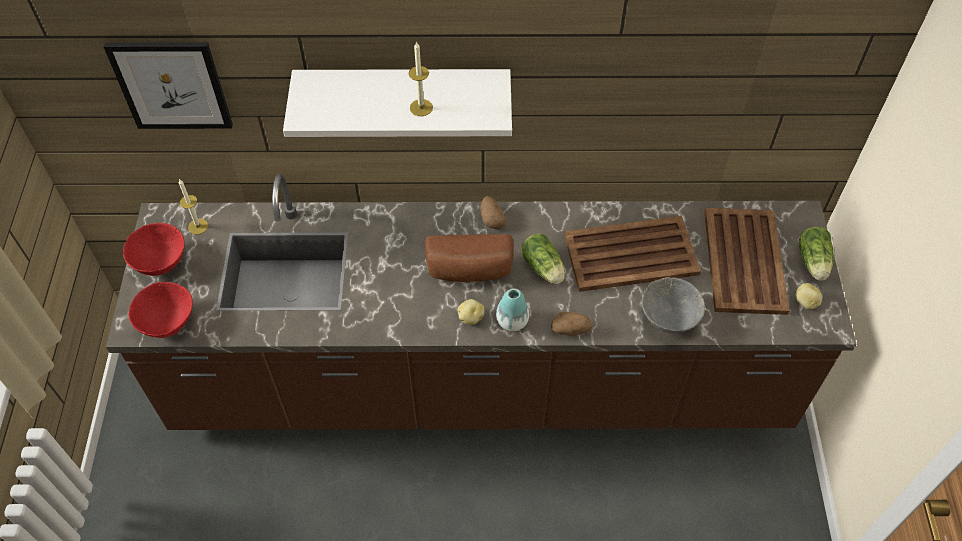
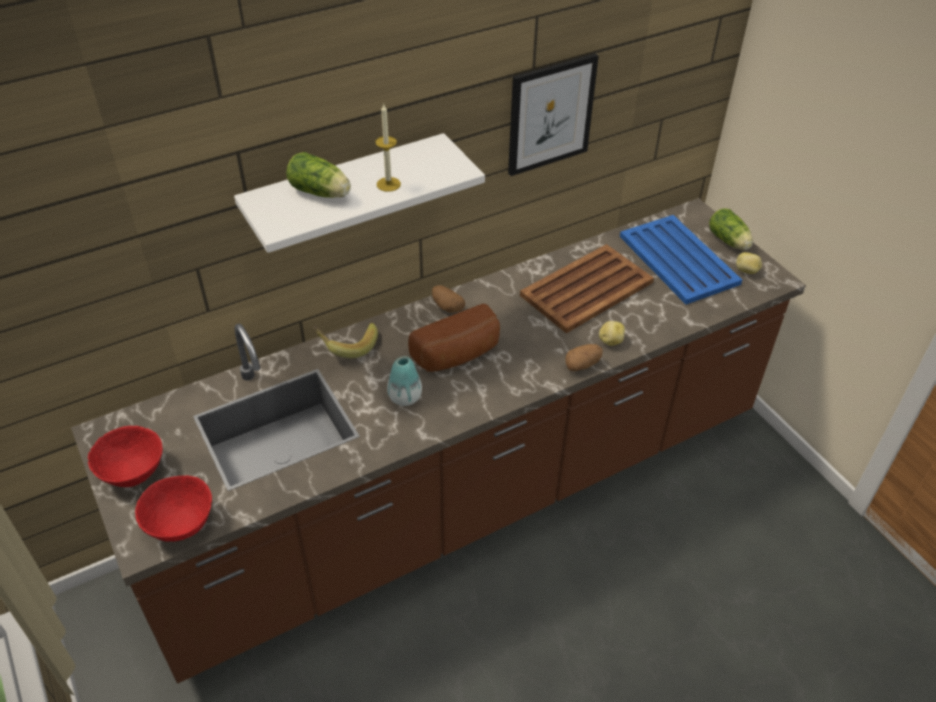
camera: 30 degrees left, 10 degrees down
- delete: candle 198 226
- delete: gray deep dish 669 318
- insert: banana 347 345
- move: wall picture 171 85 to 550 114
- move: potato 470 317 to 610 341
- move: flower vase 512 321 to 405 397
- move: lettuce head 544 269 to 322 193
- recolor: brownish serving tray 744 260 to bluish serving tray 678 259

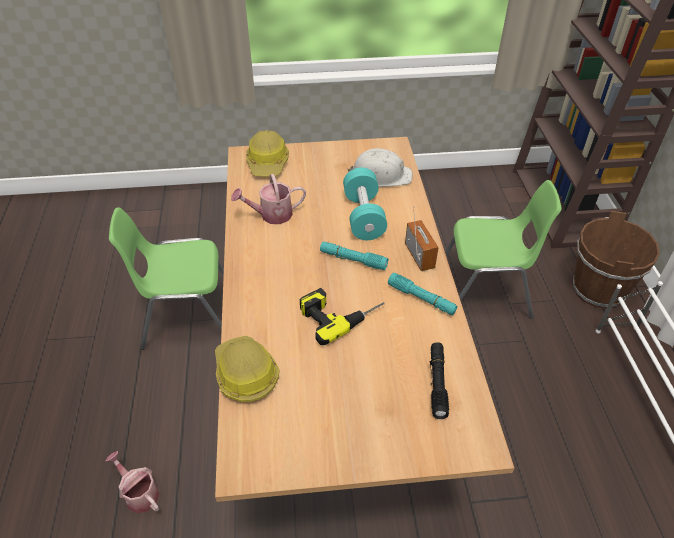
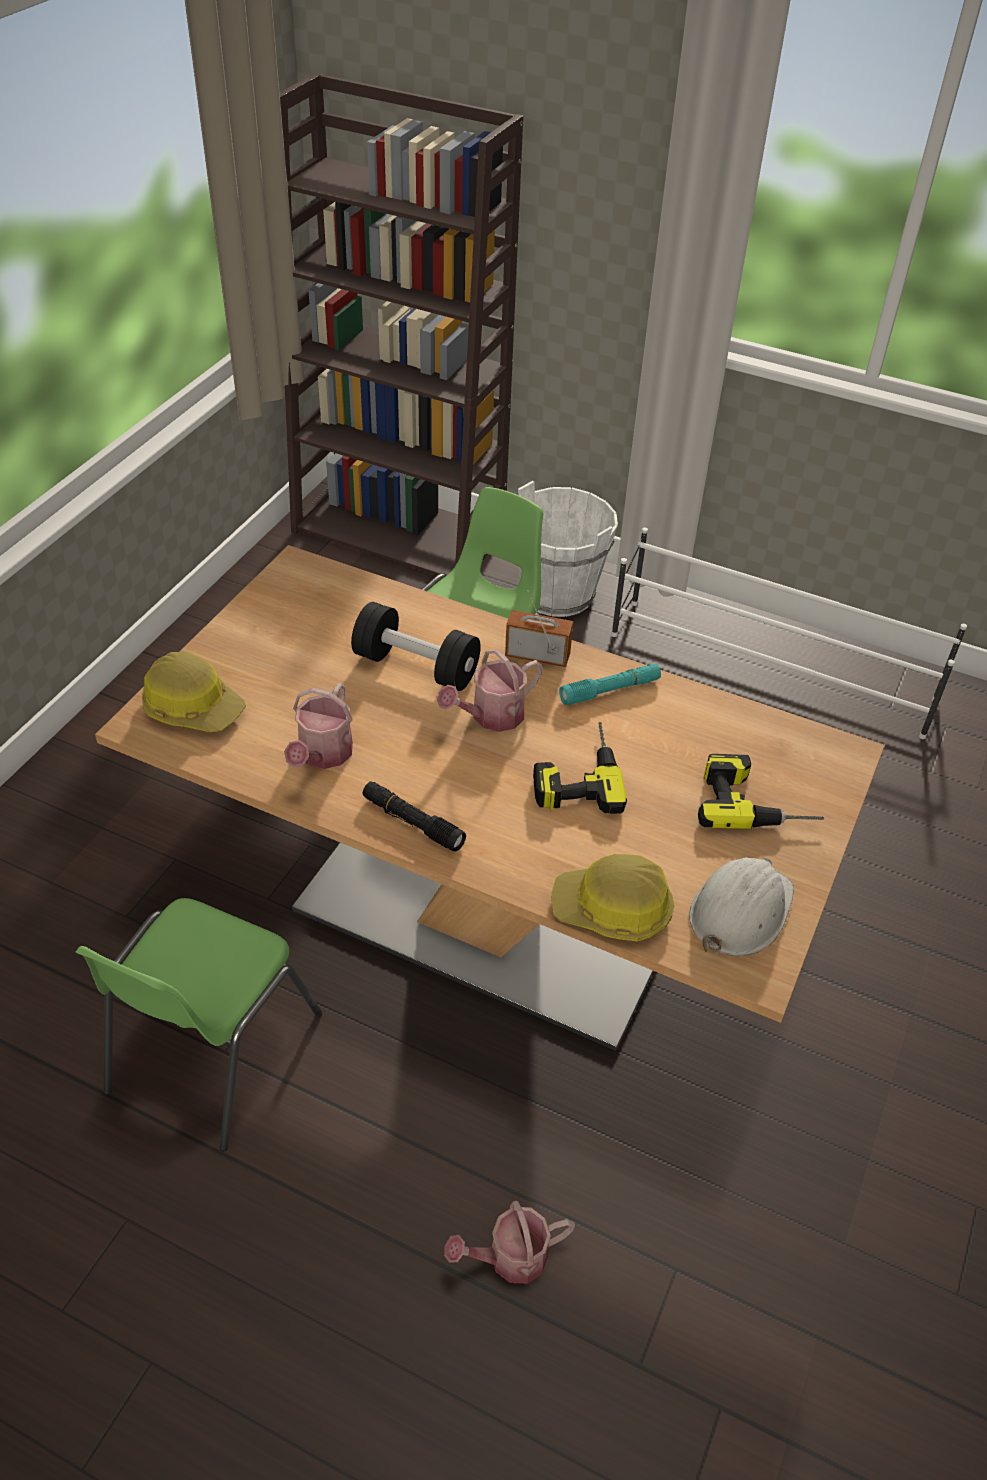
camera: 60 degrees left, 0 degrees up
- insert: power drill 755 801
- move: white-coloured safety helmet 380 175 to 740 910
- move: black torch 437 383 to 412 822
- replace: turquoise torch 353 260 to sprinkling can 491 716
- recolor: turquoise free weight 363 216 to black free weight 416 666
- recolor: brownish bucket 598 290 to white-coloured bucket 558 594

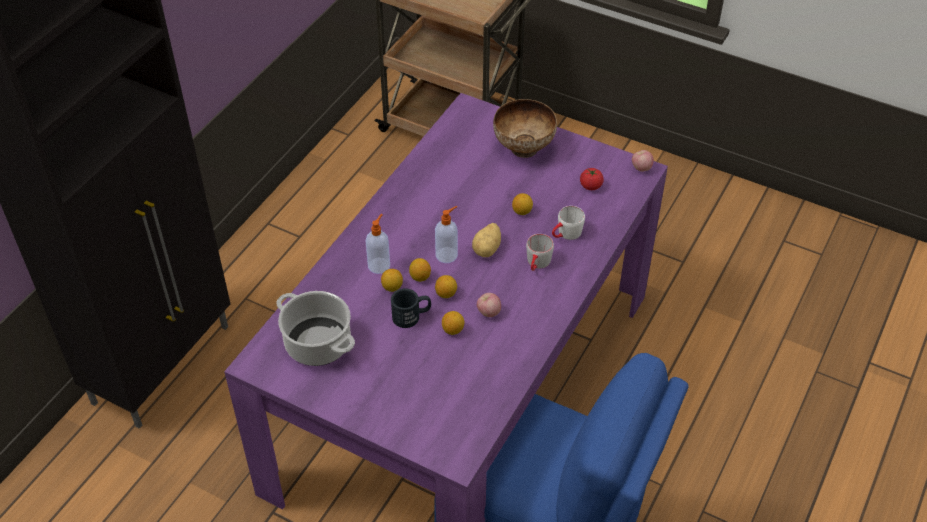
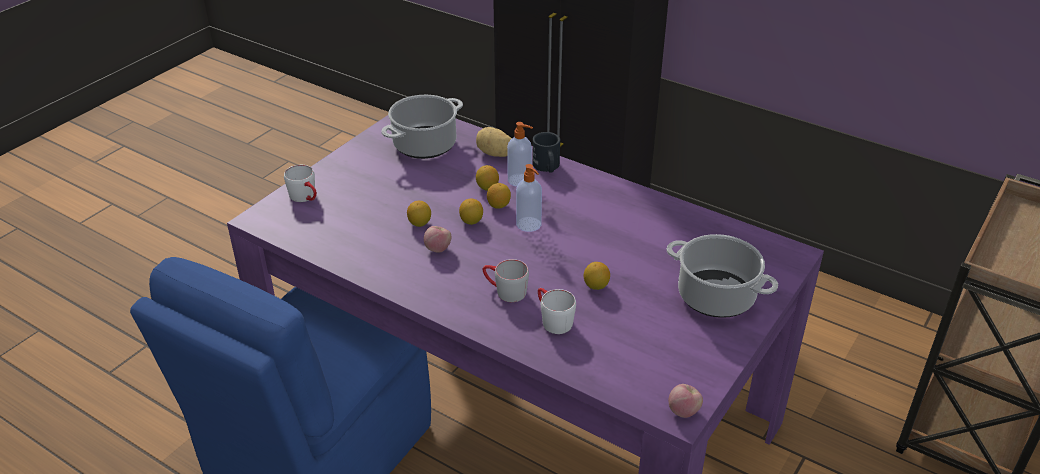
camera: 95 degrees right, 10 degrees down
- delete: whole tomato 590 186
- insert: white-coloured tea mug 306 197
- move: black tea mug 412 316 to 547 167
- move: potato 487 249 to 495 154
- replace: deep dish 523 148 to stockpot 717 296

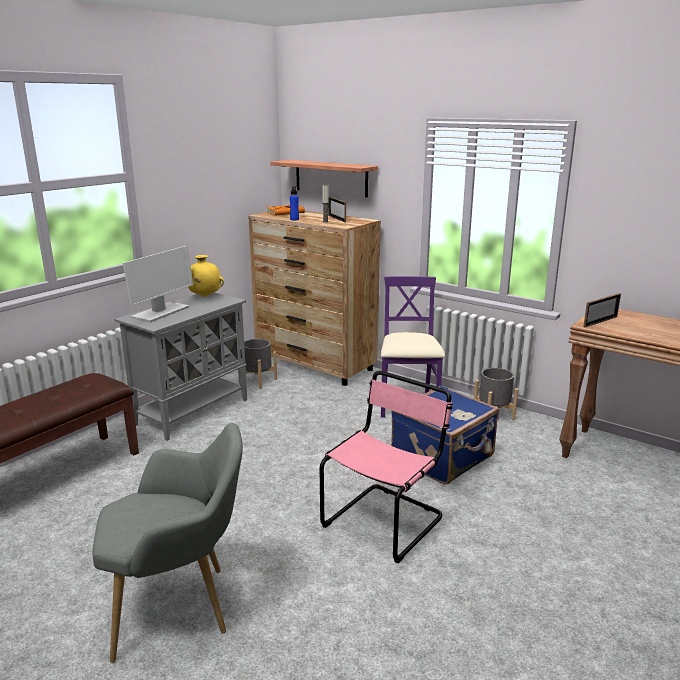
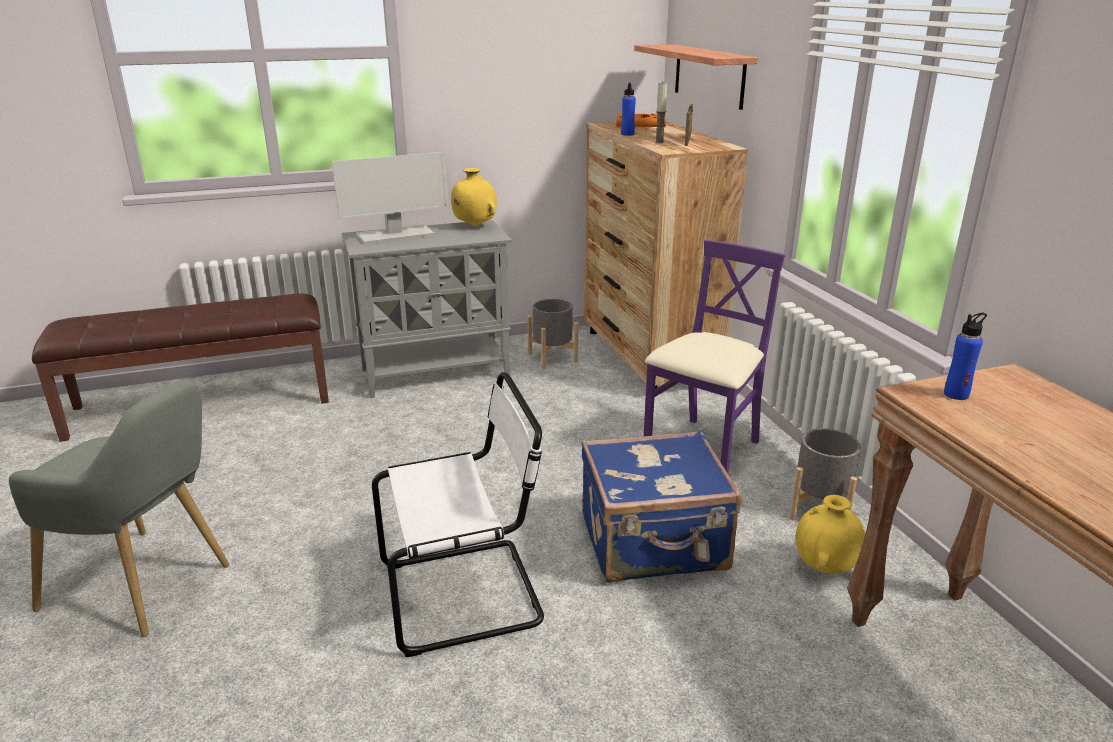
camera: 35 degrees right, 5 degrees up
- insert: yellow flower vase 824 568
- replace: standing frame 600 321 to bluish beverage bottle 956 394
- recolor: pinkish chair 386 520 to white-coloured chair 467 594

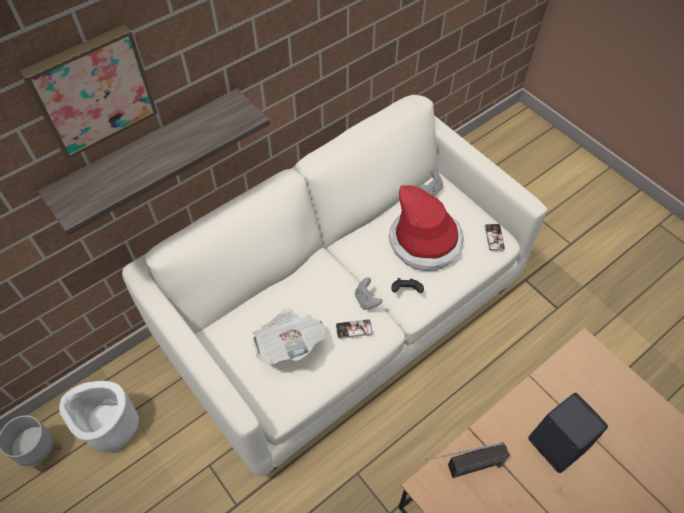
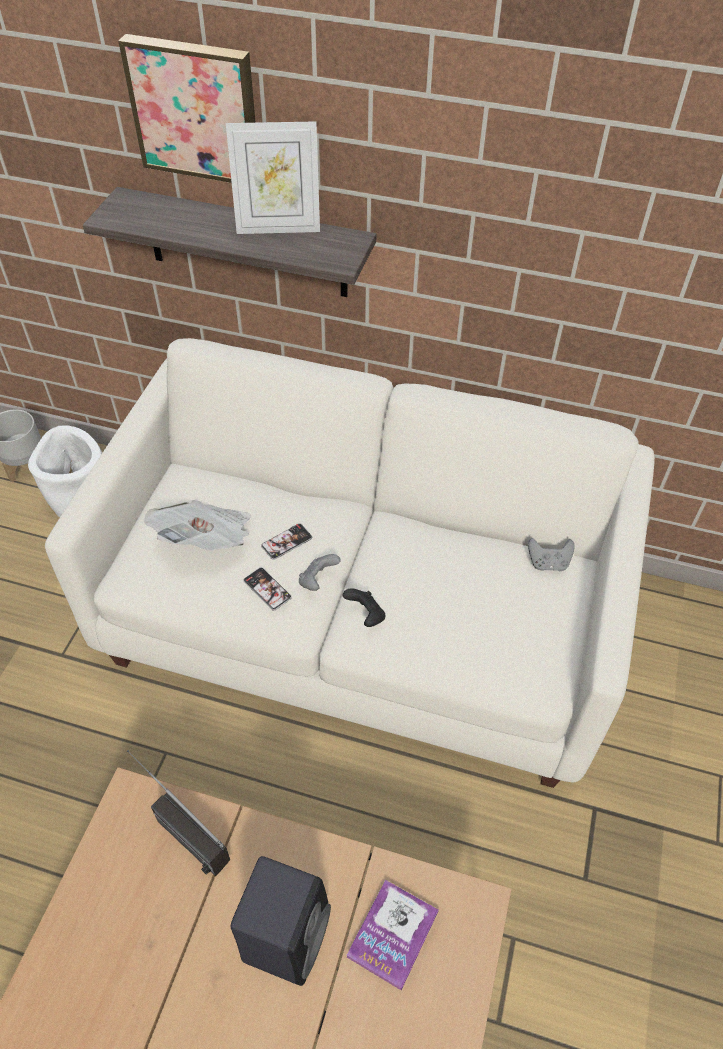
camera: 55 degrees right, 5 degrees down
- delete: hat 425 242
- insert: standing frame 278 228
- insert: book 393 934
- move: handset 494 237 to 287 542

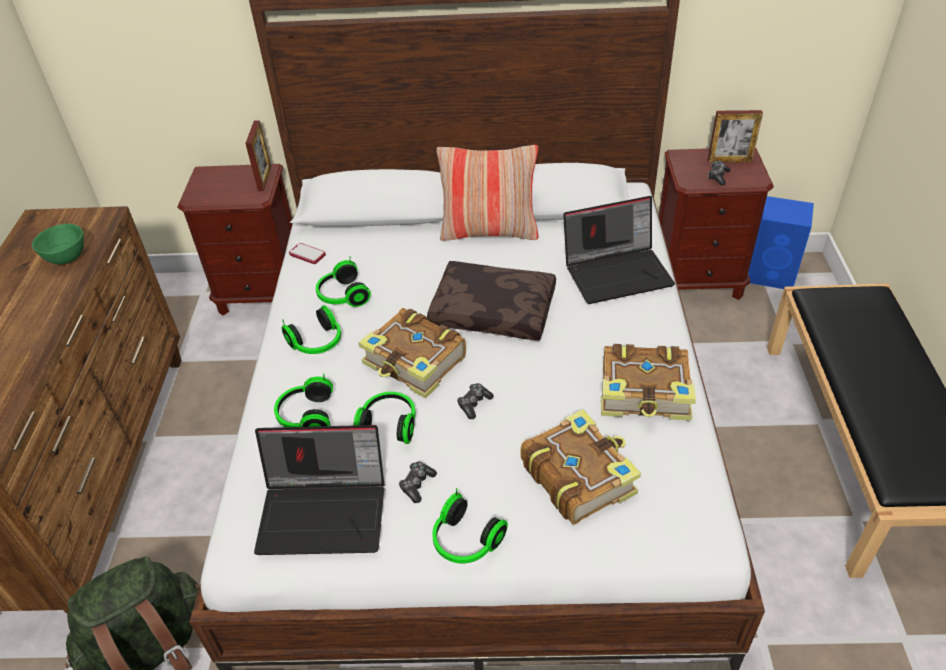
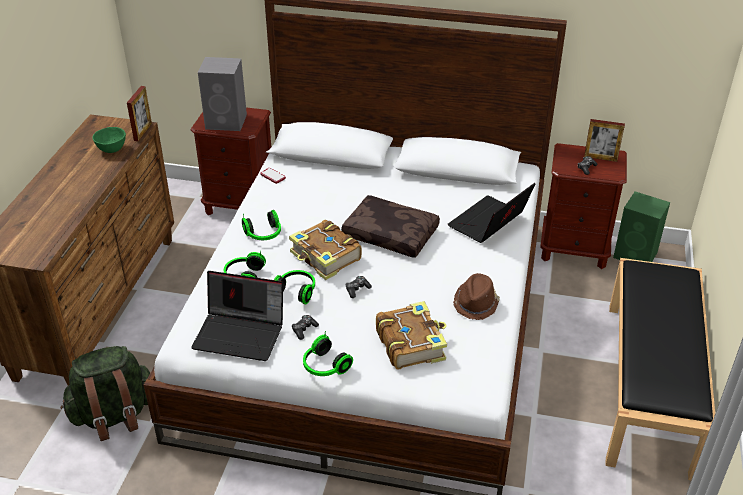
camera: 10 degrees right, 5 degrees down
- delete: headset 342 296
- delete: cushion 489 231
- insert: gray audio speaker 227 122
- move: standing frame 264 178 to 143 132
- replace: book 645 393 to brownish hat 476 303
- recolor: bluish audio speaker 772 274 to green audio speaker 636 255
- rotate: portable computer 618 272 = 489 223 135 degrees clockwise

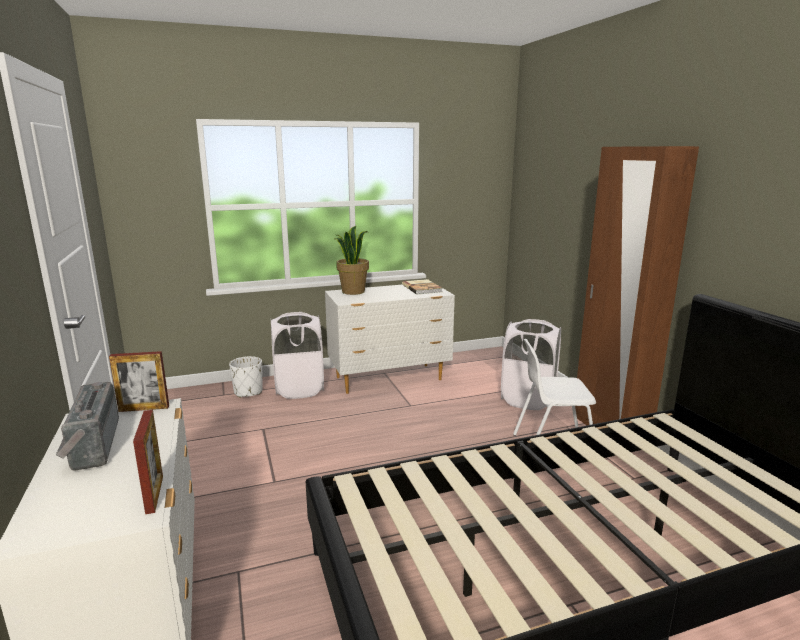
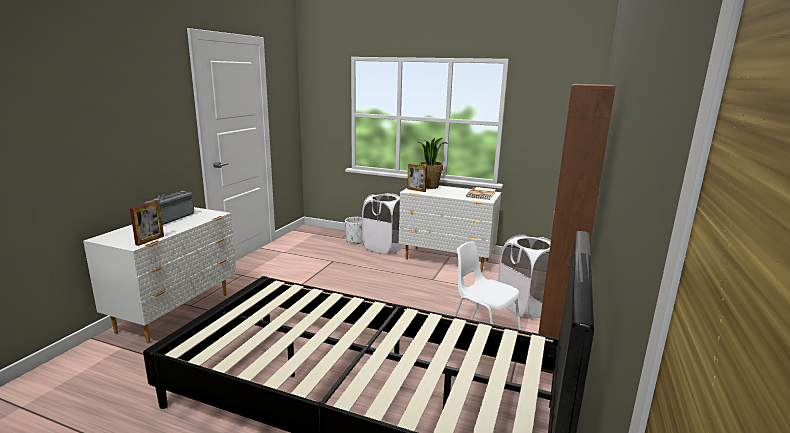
camera: 40 degrees right, 0 degrees up
- move: standing frame 144 408 to 416 190

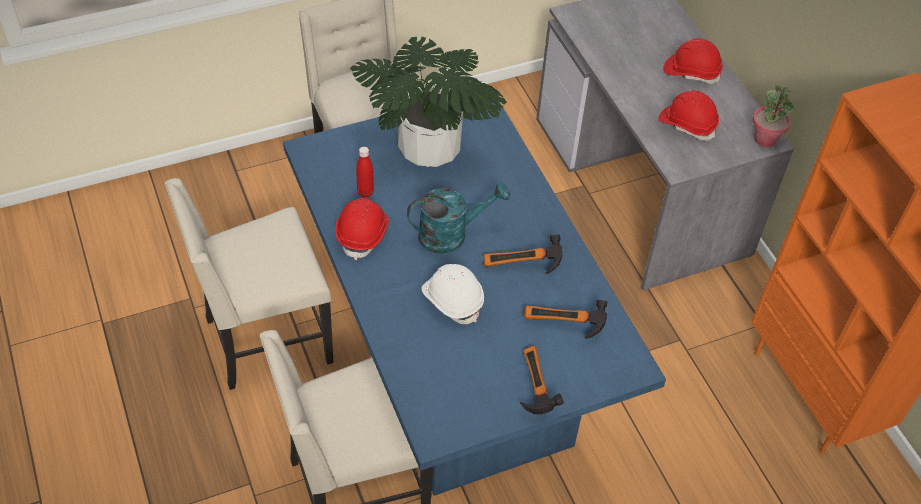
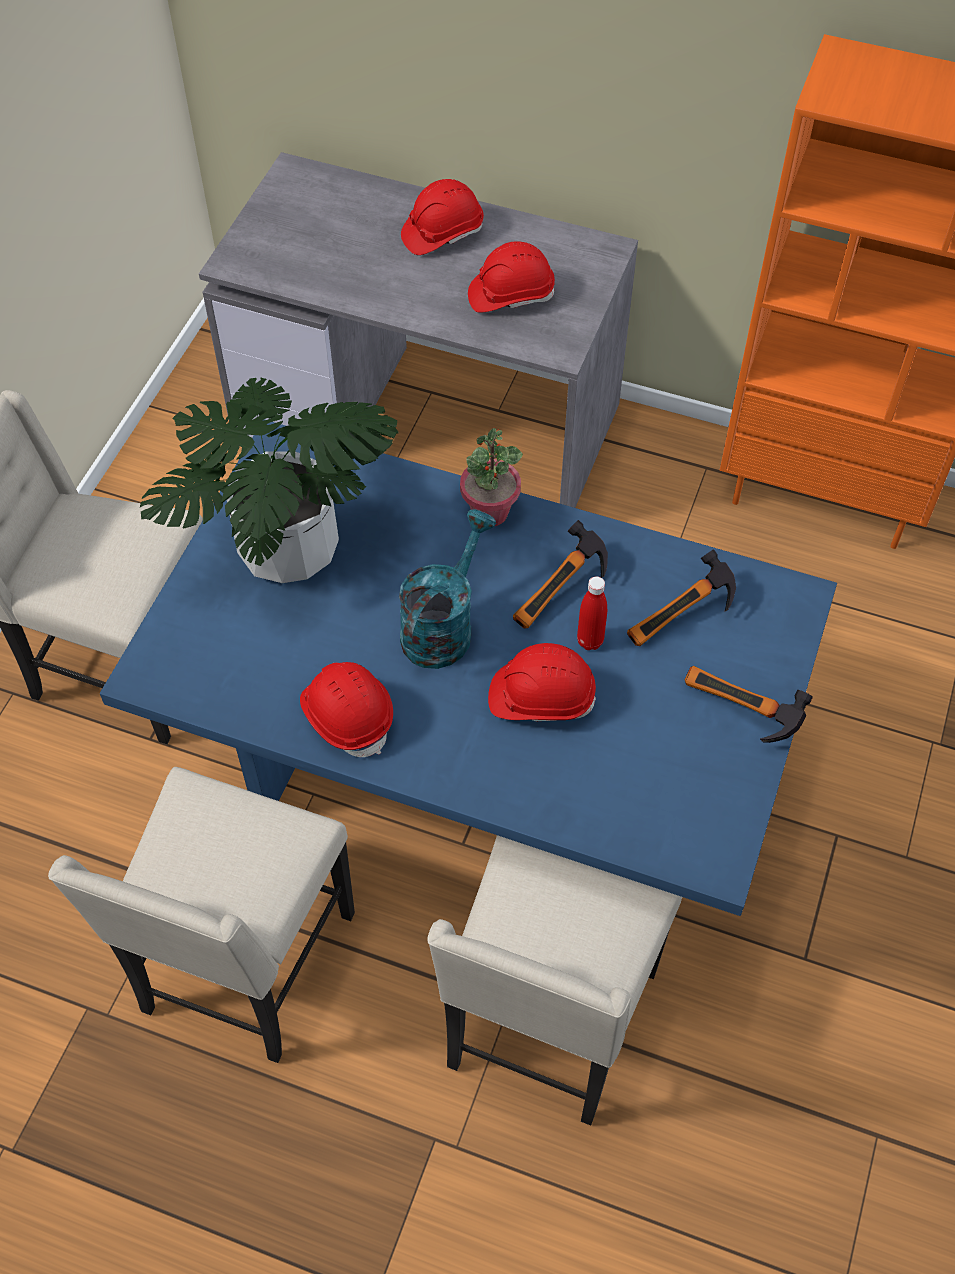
camera: 45 degrees left, 5 degrees up
- move: red-coloured beverage bottle 365 192 to 590 641
- move: plant in a pot 765 139 to 490 512
- recolor: white-coloured safety helmet 452 300 to red-coloured safety helmet 541 697

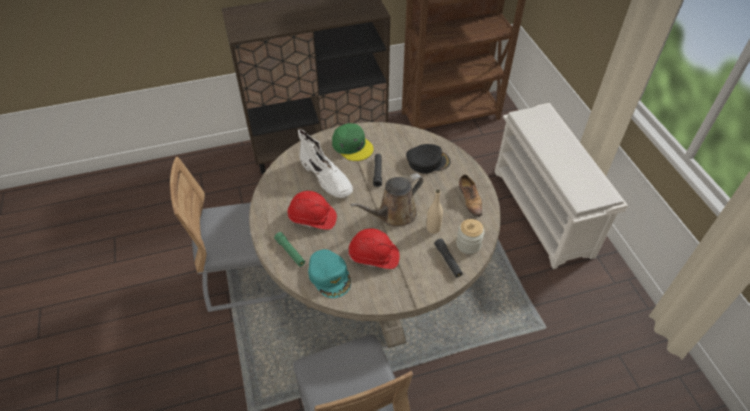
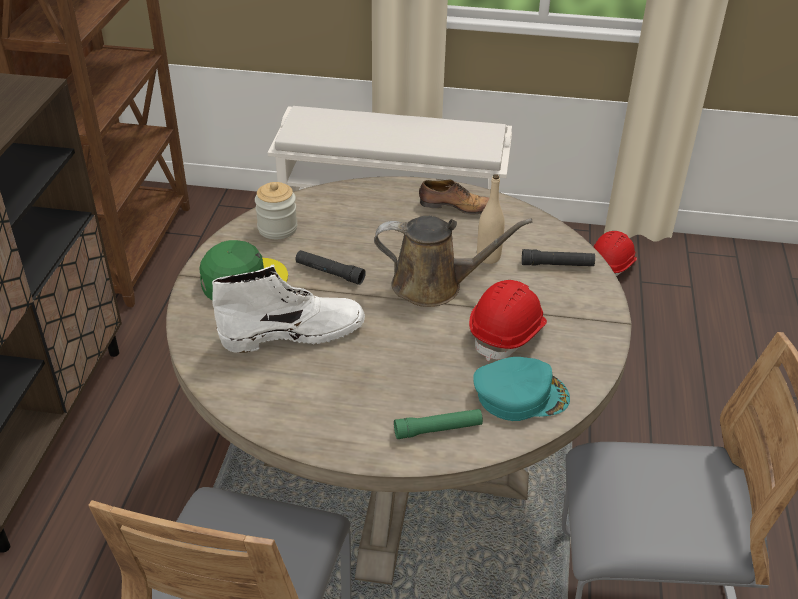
camera: 65 degrees left, 10 degrees down
- delete: black peaked cap 427 161
- move: red-coloured safety helmet 312 218 to 612 265
- move: jar 468 244 to 277 228
- rotate: brownish sprinkling can 394 214 = 434 285 75 degrees counterclockwise

